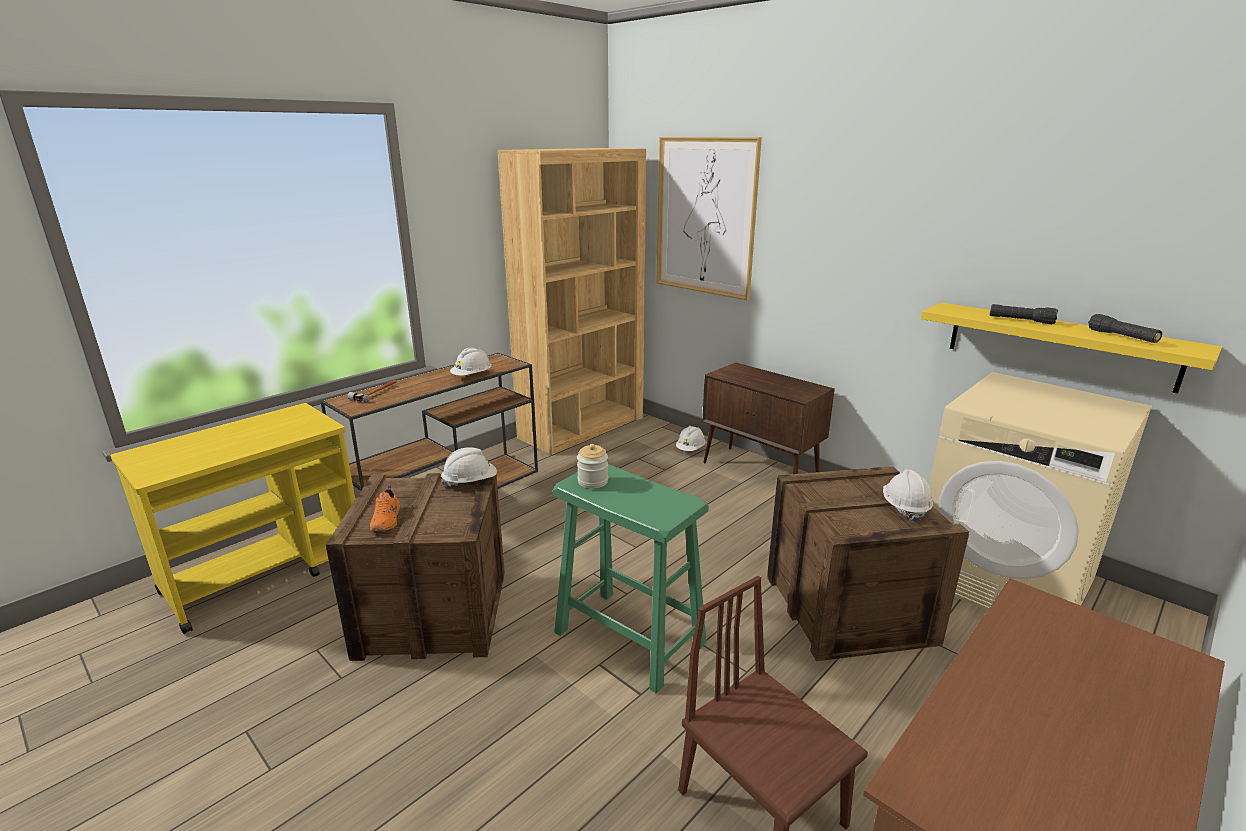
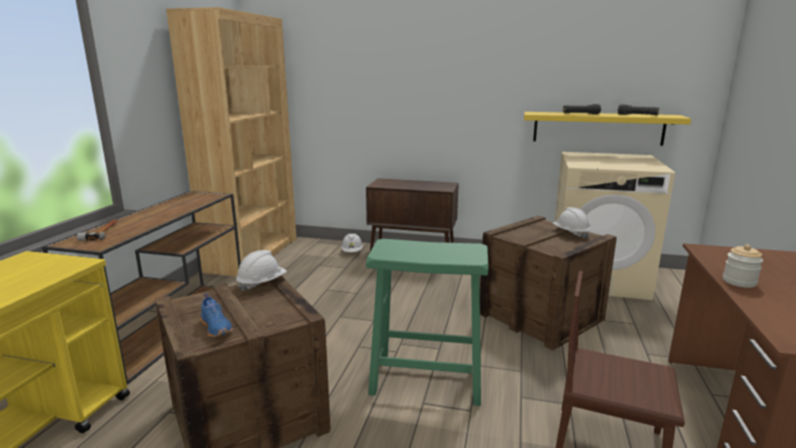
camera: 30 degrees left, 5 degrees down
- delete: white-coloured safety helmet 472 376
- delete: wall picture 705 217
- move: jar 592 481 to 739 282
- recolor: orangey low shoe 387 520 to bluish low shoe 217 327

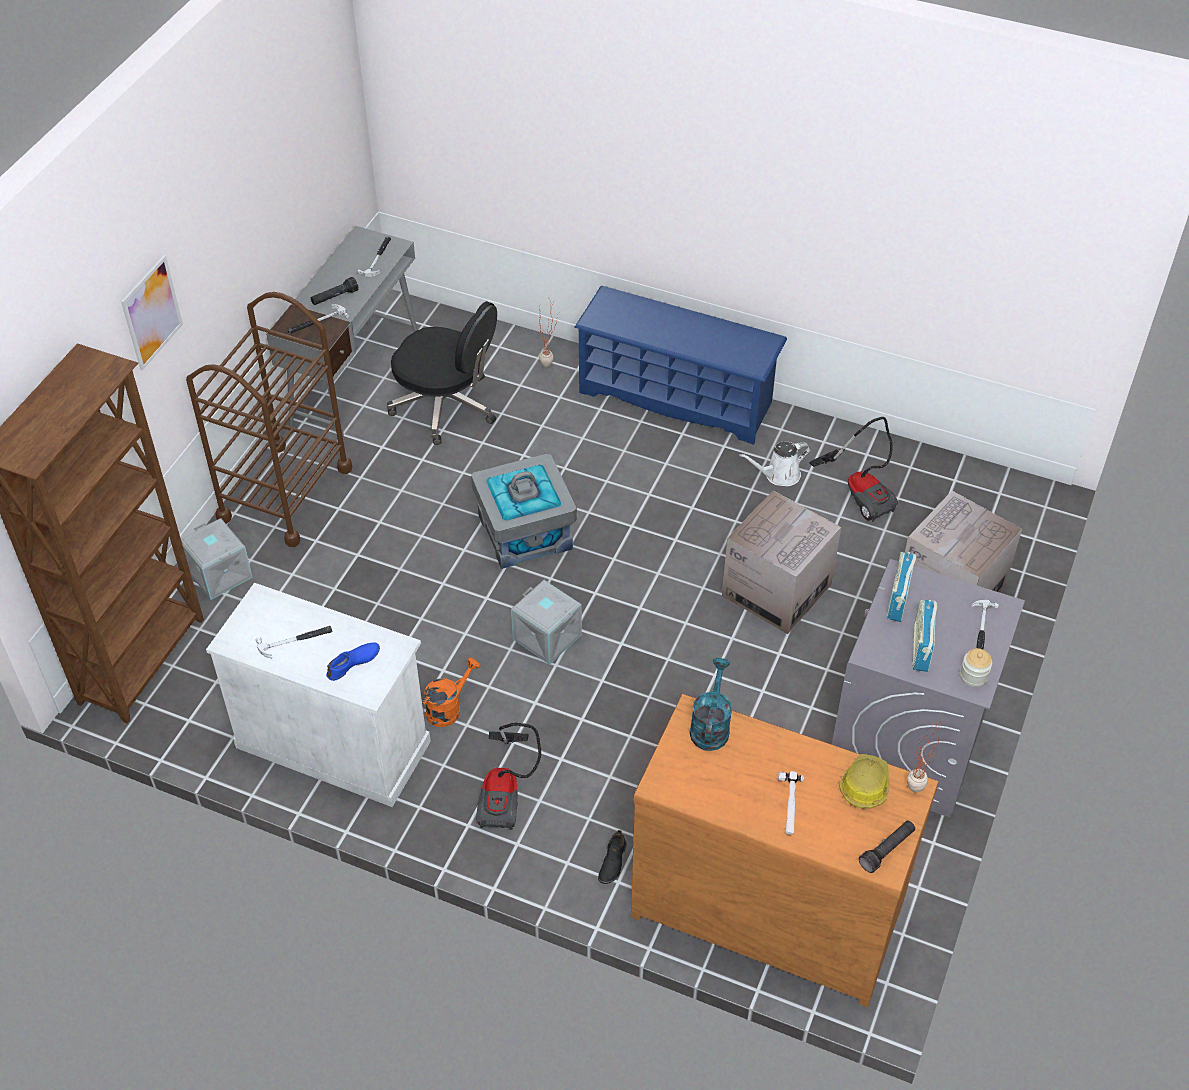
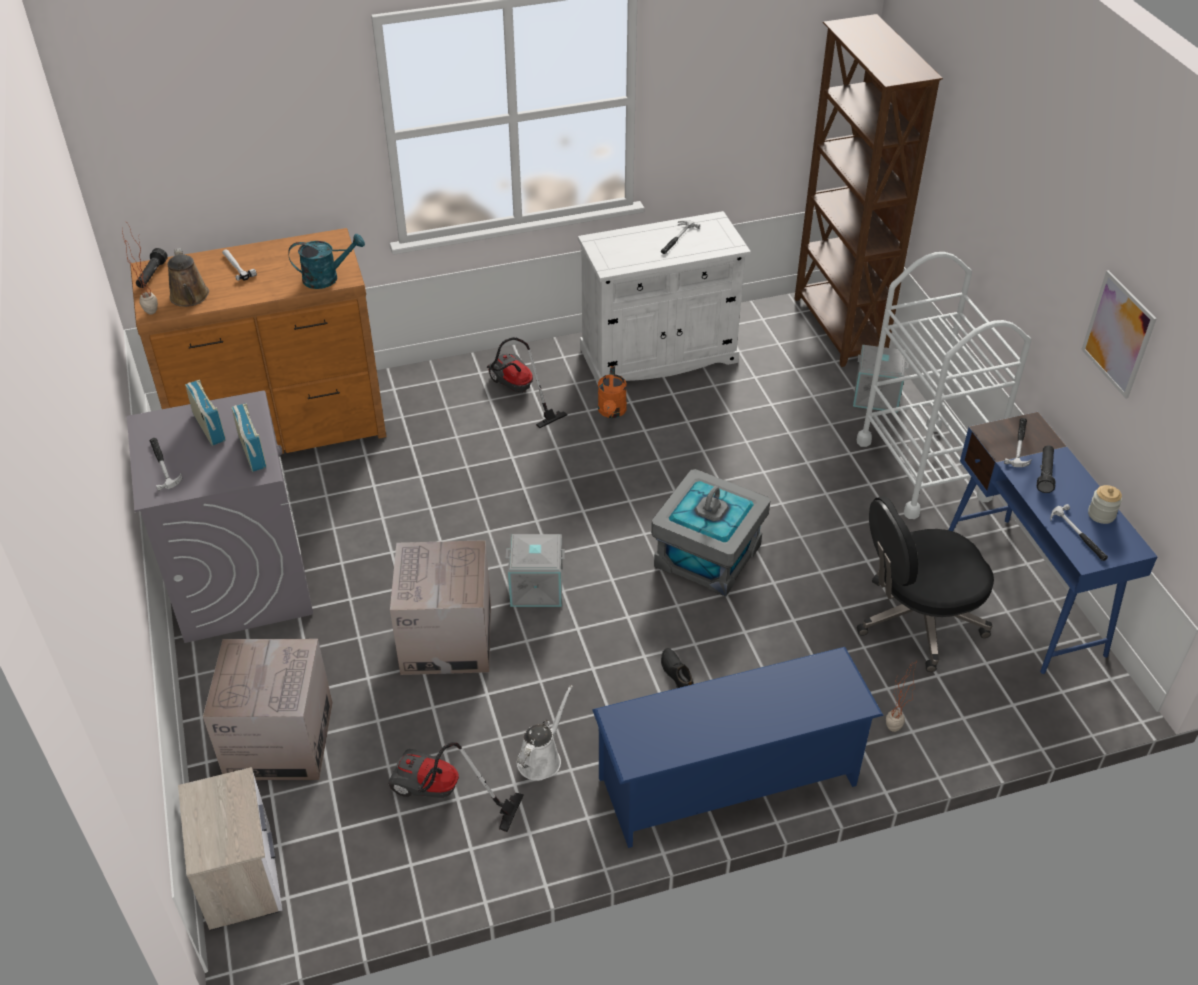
camera: 140 degrees right, 5 degrees down
- delete: bluish low shoe 353 663
- insert: bedside table 241 875
- move: wall picture 151 312 to 1118 334
- move: gray storage container 546 637 to 537 586
- move: black low shoe 612 862 to 677 674
- move: jar 973 676 to 1101 514
- replace: safety helmet 864 786 to brownish sprinkling can 190 297
- recolor: brownish trolley 285 493 to white-coloured trolley 922 469
- recolor: gray desk table 356 380 to bluish desk table 1024 593
- rotate: turquoise sprinkling can 710 725 = 327 278 75 degrees counterclockwise

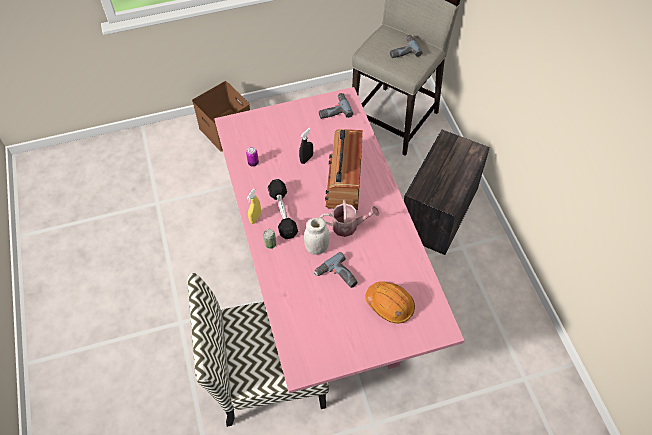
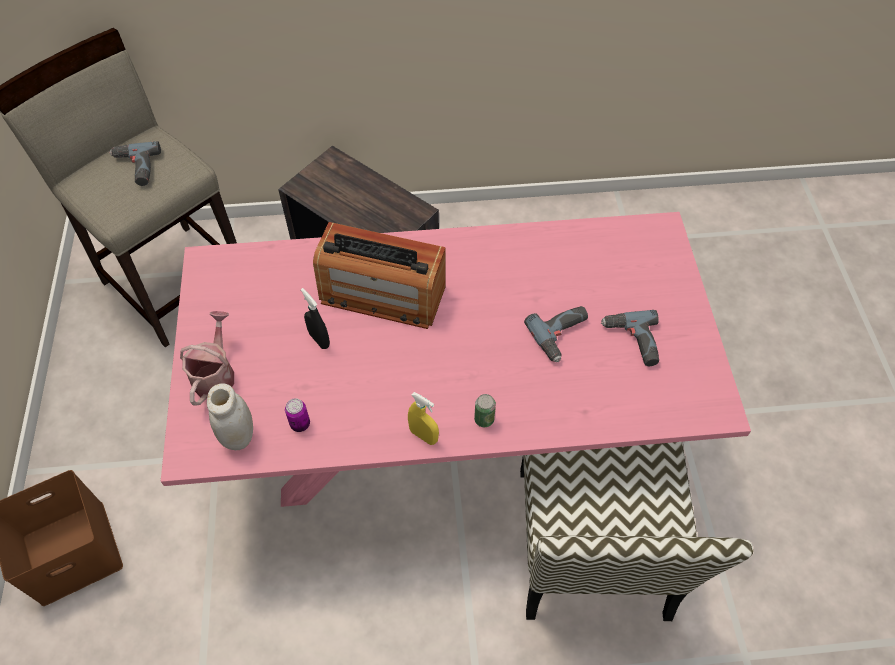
camera: 80 degrees left, 0 degrees up
- delete: black free weight 283 213
- delete: orangey safety helmet 390 305
- move: white-coloured jar 317 248 to 238 436
- move: power drill 333 109 to 632 342
- move: sprinkling can 348 226 to 215 374

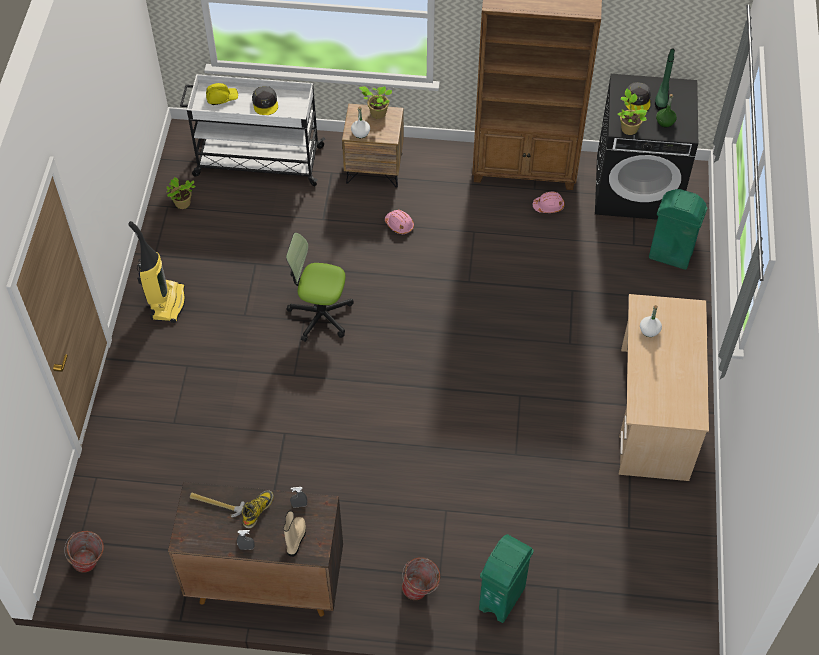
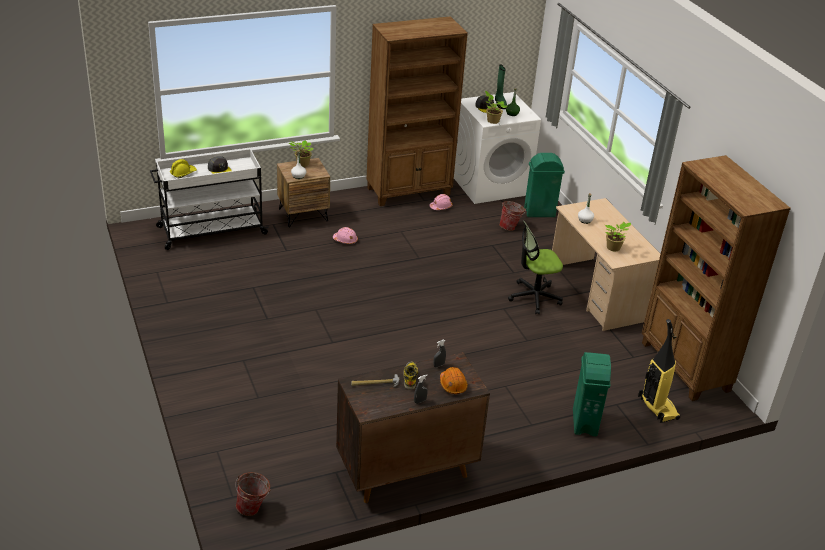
camera: 30 degrees left, 20 degrees down
- insert: brownish bookcase 684 367
- move: hoover 167 302 to 657 408
- move: plant in a pot 182 204 to 614 248
- move: office chair 320 315 to 534 297
- move: bucket 421 590 to 510 227
- replace: beige tall boot 295 539 to orangey safety helmet 453 385
- recolor: black washing machine 637 187 to white-coloured washing machine 490 184

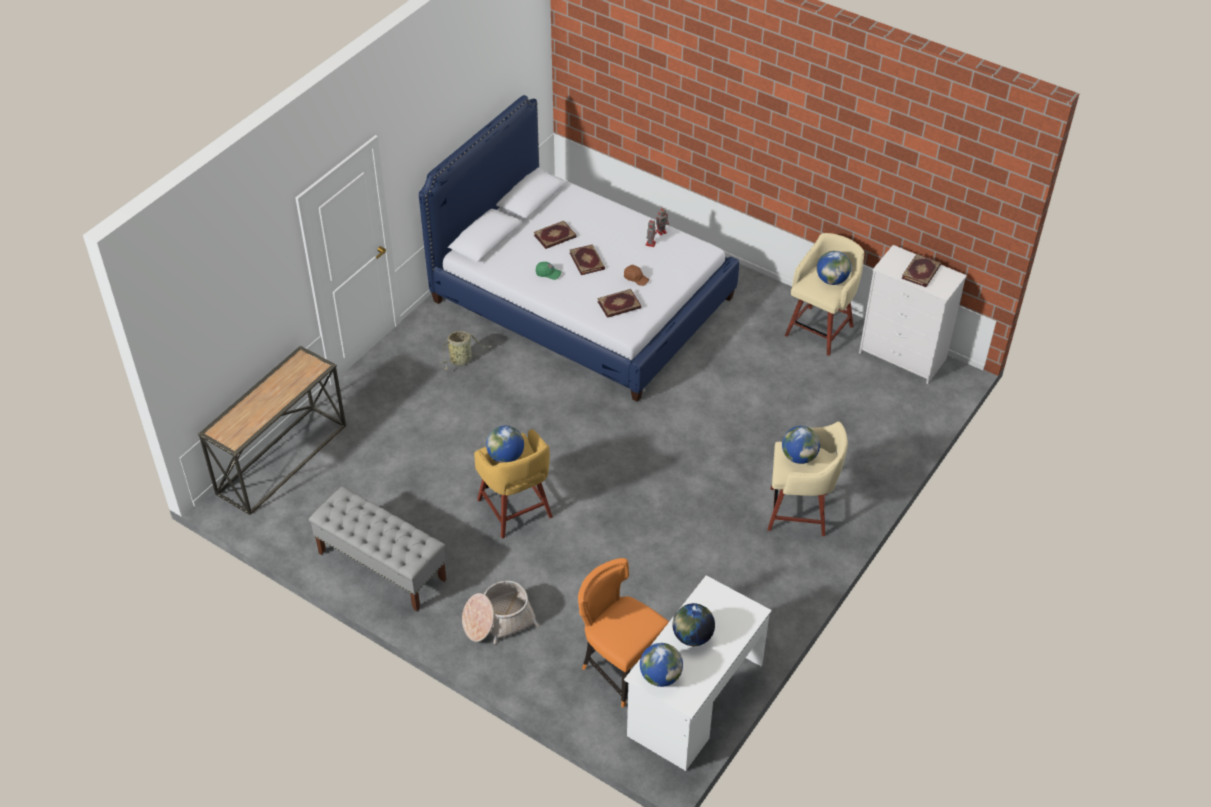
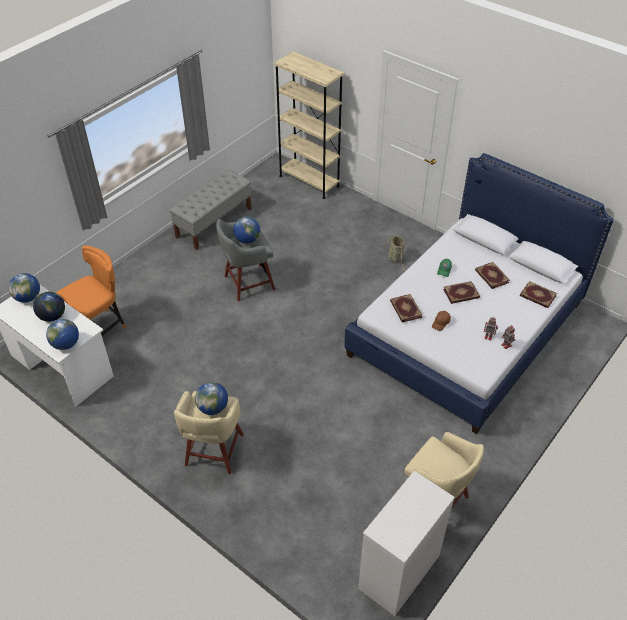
camera: 95 degrees right, 0 degrees up
- delete: household basket 498 620
- move: desk globe 831 280 to 66 344
- move: book 921 272 to 537 296
- replace: console table 281 458 to beige bookcase 309 181
- recolor: yellow sitting stool 515 510 to gray sitting stool 247 283

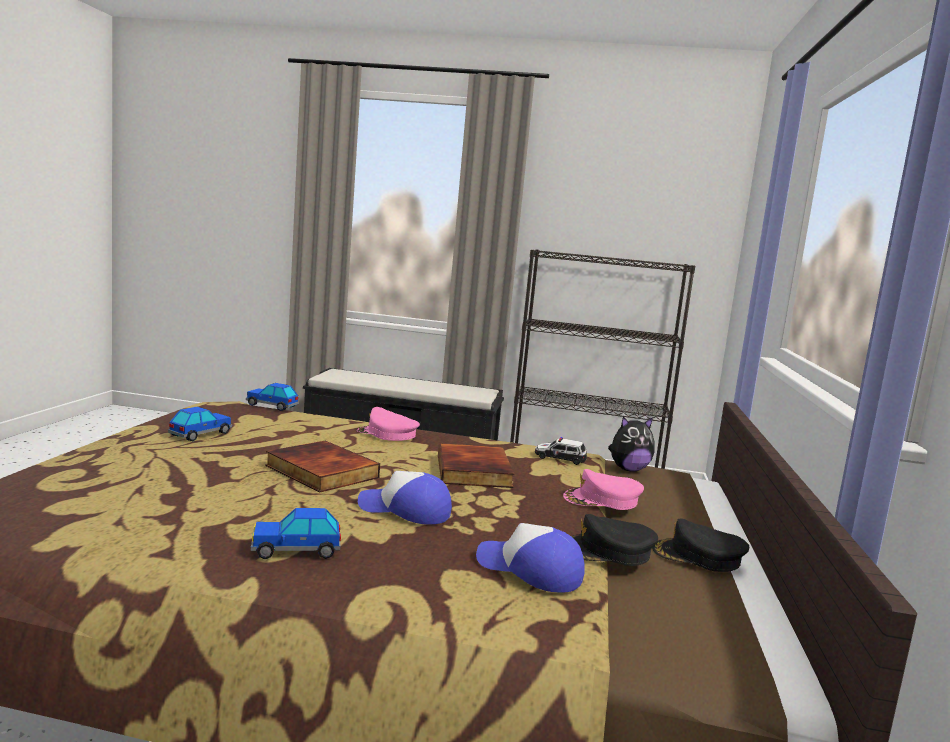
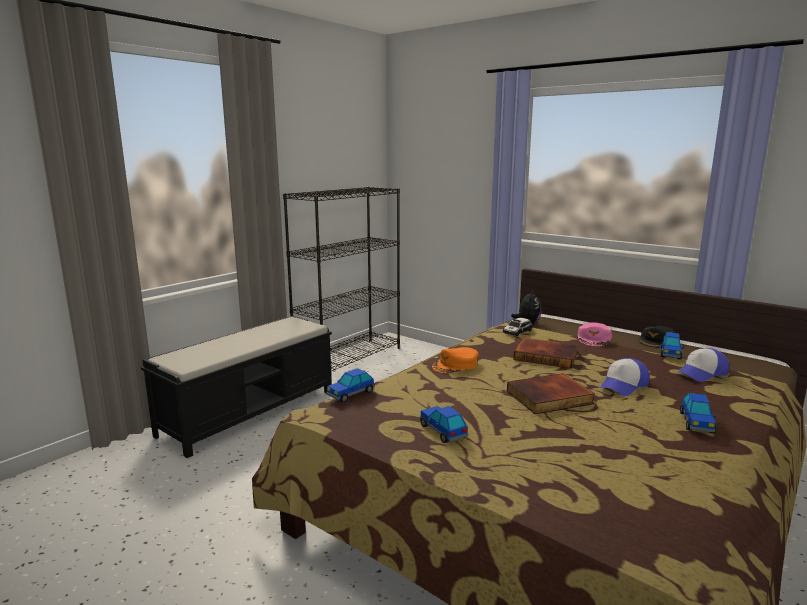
camera: 60 degrees left, 5 degrees up
- replace: black peaked cap 607 551 to model car 670 353
- recolor: pinkish peaked cap 387 434 to orangey peaked cap 455 365

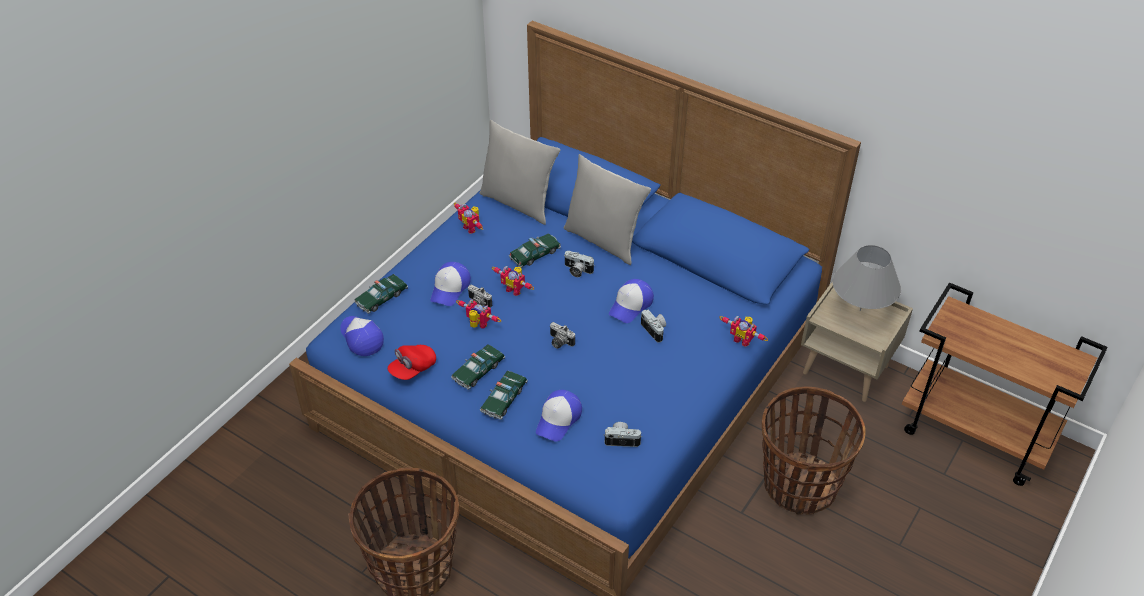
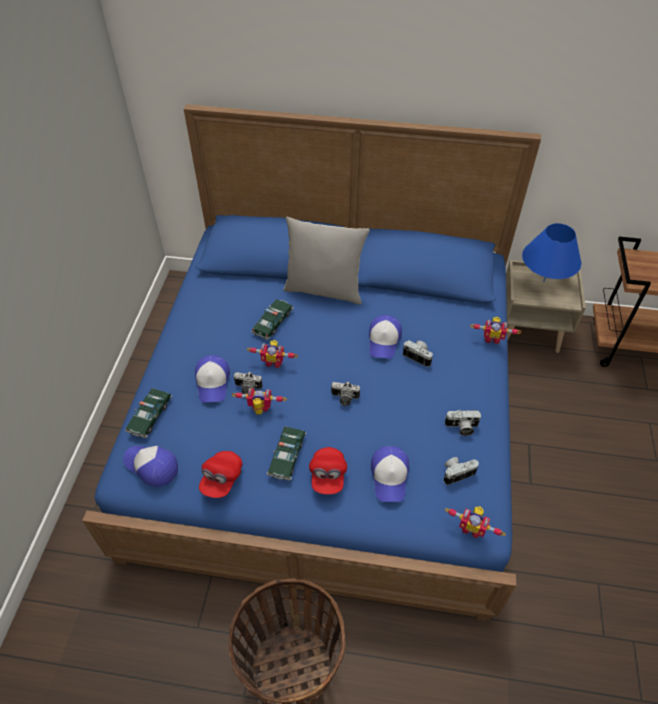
camera: 25 degrees left, 5 degrees up
- delete: gray cushion 519 203
- delete: household basket 799 485
- move: robot figure 471 227 to 472 528
- move: still camera 577 270 to 461 427
- replace: model car 504 399 to red-coloured peaked cap 328 476
- recolor: gray lamp for a table 860 310 to bluish lamp for a table 543 281

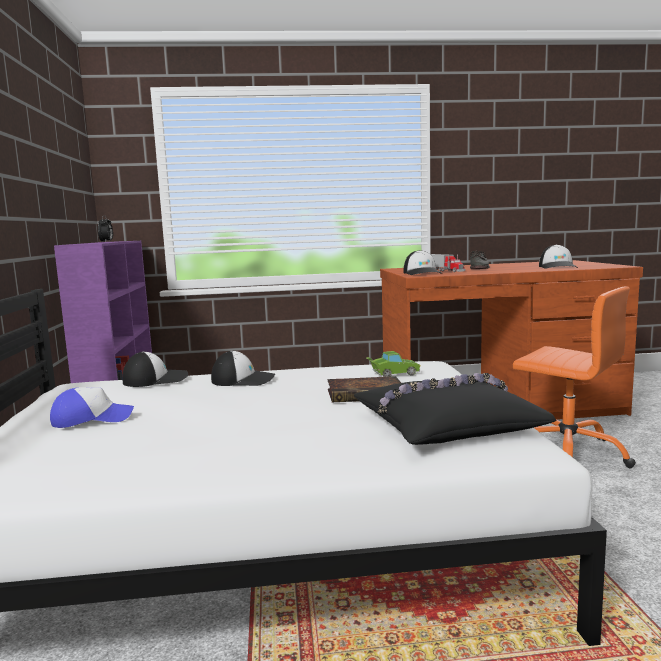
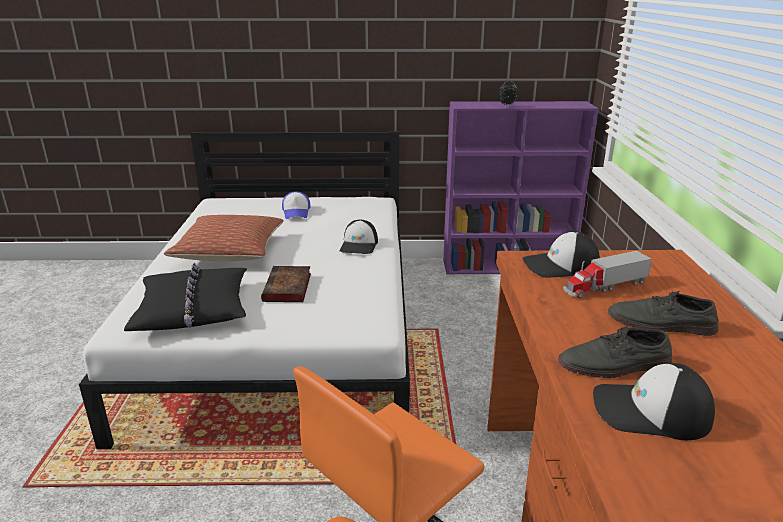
camera: 95 degrees right, 15 degrees up
- delete: peaked cap 156 379
- delete: green model car 393 374
- insert: cushion 230 251
- insert: gray low shoe 614 365

